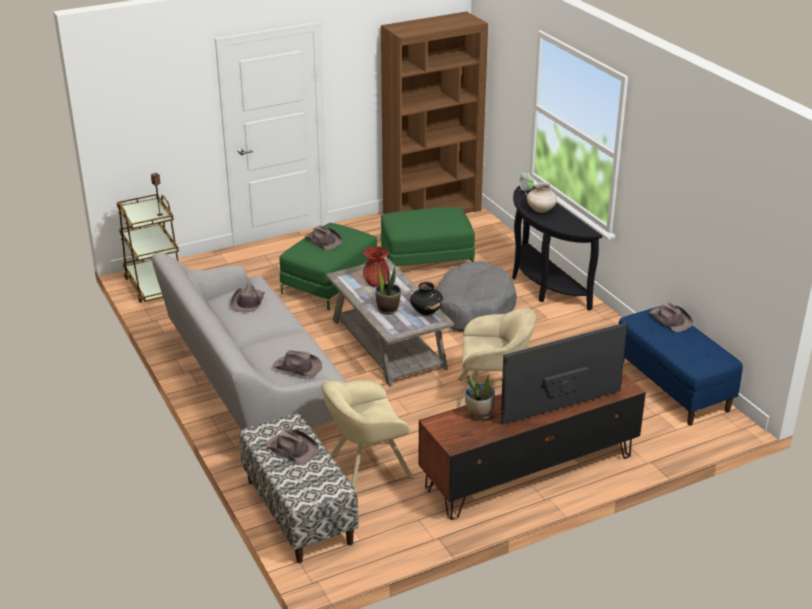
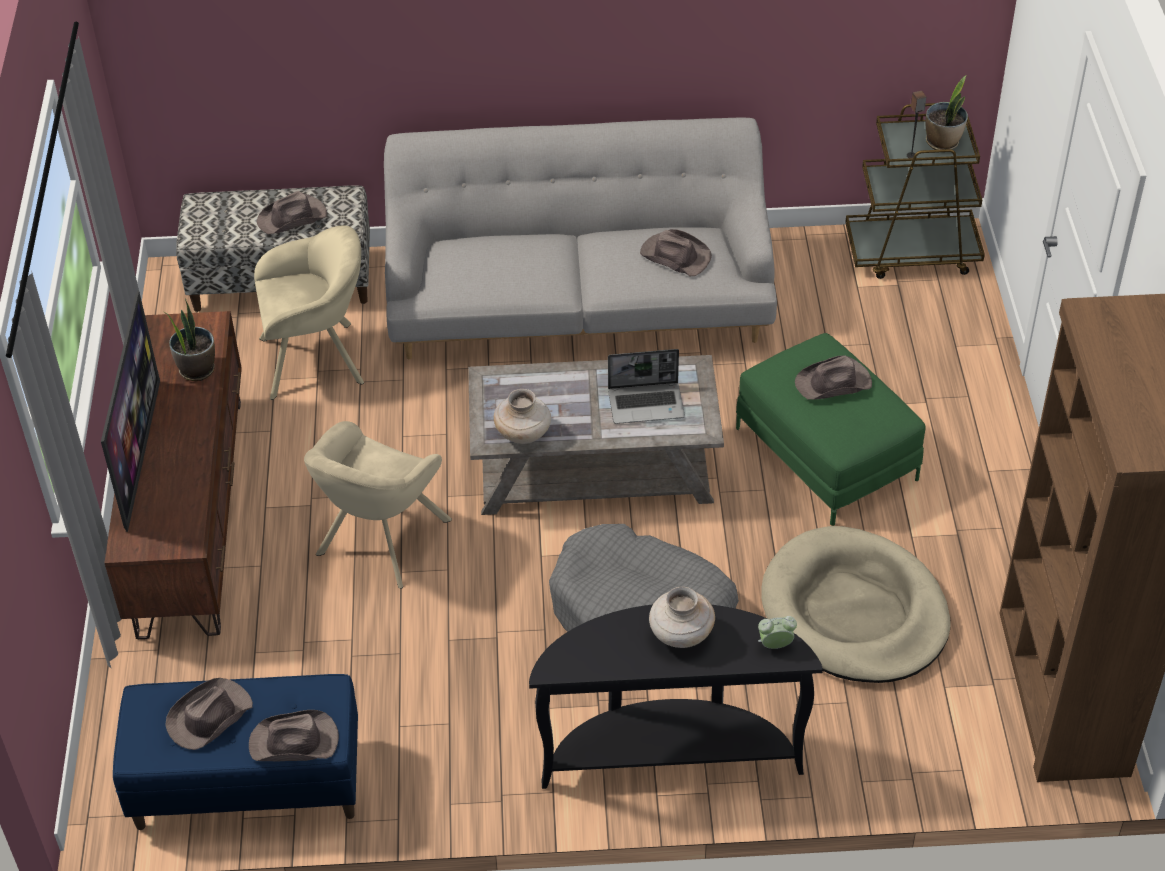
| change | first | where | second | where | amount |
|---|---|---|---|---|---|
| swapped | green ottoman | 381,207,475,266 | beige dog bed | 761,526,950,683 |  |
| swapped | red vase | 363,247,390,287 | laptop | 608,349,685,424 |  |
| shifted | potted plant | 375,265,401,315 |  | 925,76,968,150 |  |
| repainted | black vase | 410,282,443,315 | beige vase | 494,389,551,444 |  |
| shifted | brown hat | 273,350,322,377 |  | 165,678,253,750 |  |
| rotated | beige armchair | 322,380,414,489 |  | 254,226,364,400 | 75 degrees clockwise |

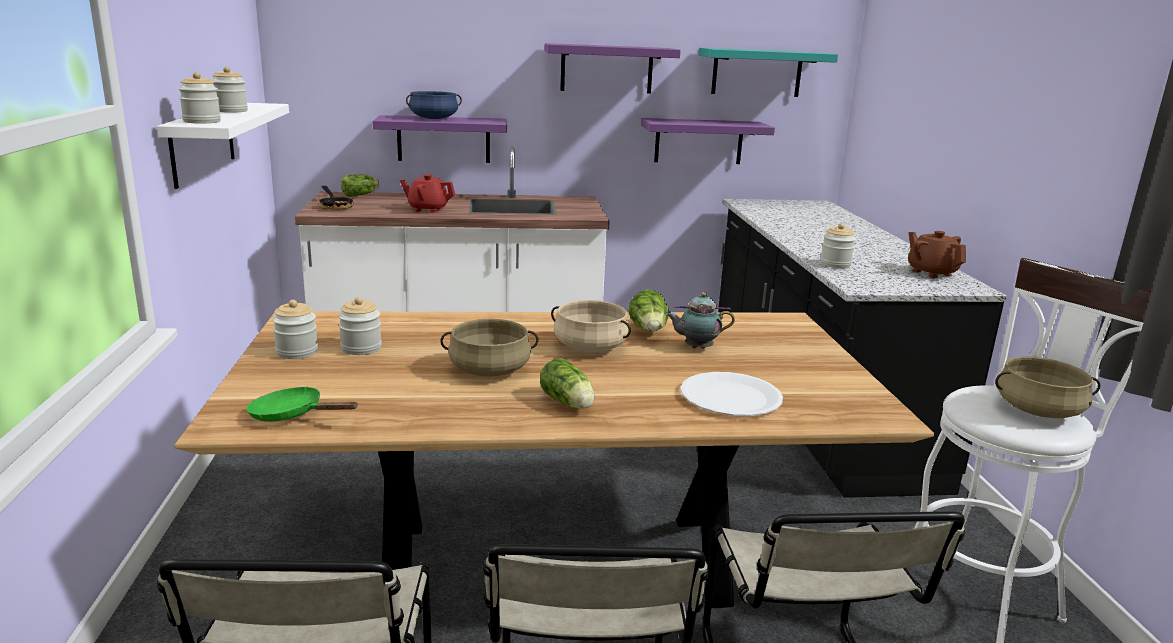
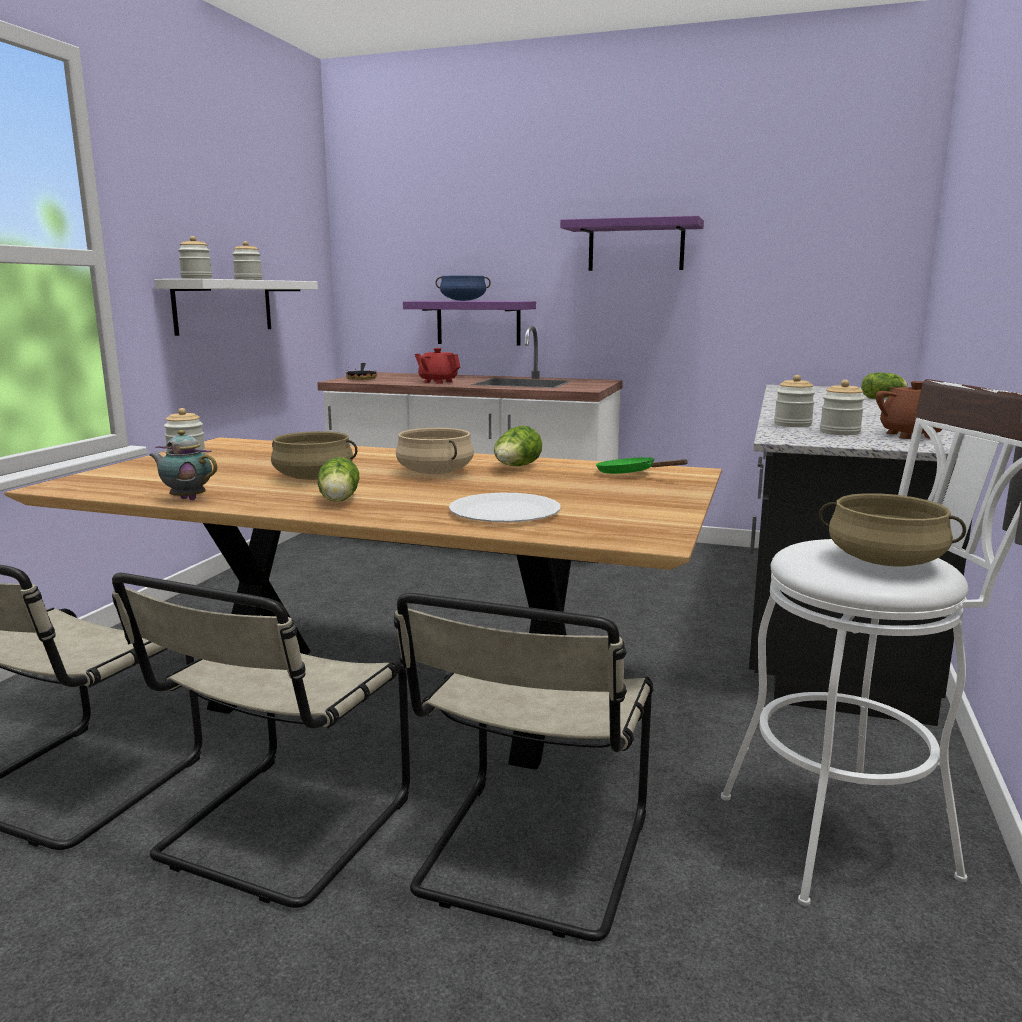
| change | first | where | second | where | amount |
|---|---|---|---|---|---|
| gone | turquoise shelf | 699,48,838,97 |  |  |  |
| gone | purple shelf | 641,118,775,164 |  |  |  |
| shifted | lettuce | 341,174,380,197 |  | 861,373,907,399 |  |
| shifted | teapot | 665,292,735,349 |  | 149,430,217,500 |  |
| shifted | jar | 338,297,382,355 |  | 820,380,865,435 |  |
| shifted | green frying pan | 247,387,358,422 |  | 596,457,687,474 |  |

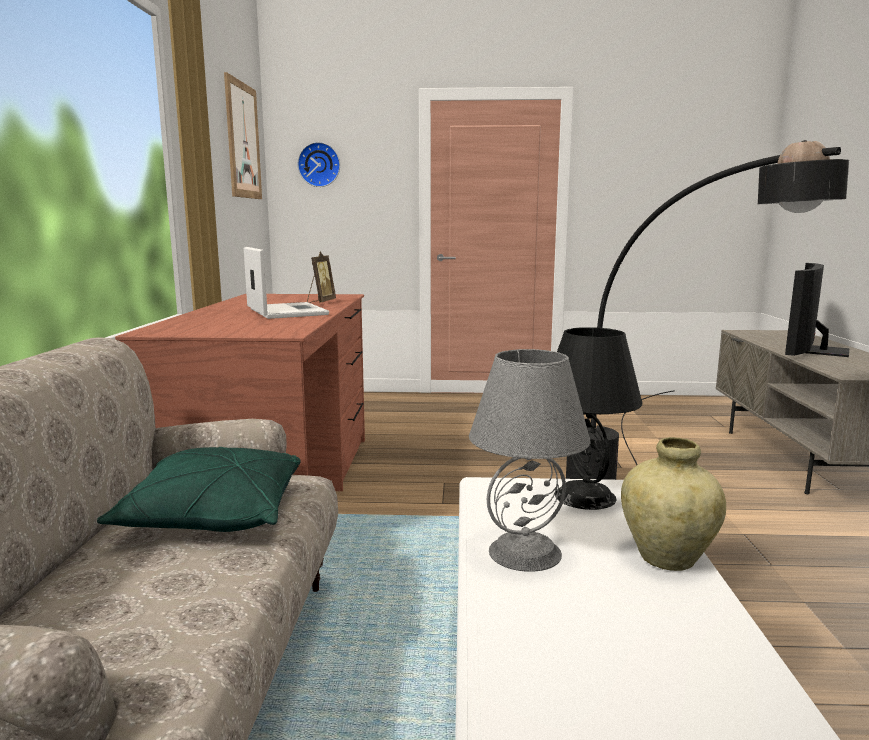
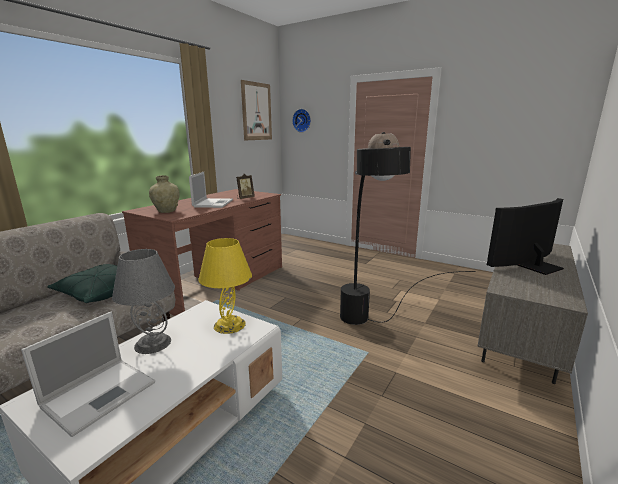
| change | first | where | second | where | amount |
|---|---|---|---|---|---|
| repainted | black table lamp | 555,327,643,510 | yellow table lamp | 199,238,252,334 |  |
| shifted | beige vase | 621,437,726,571 |  | 149,175,180,213 |  |
| new |  |  | laptop | 21,312,155,437 |  |

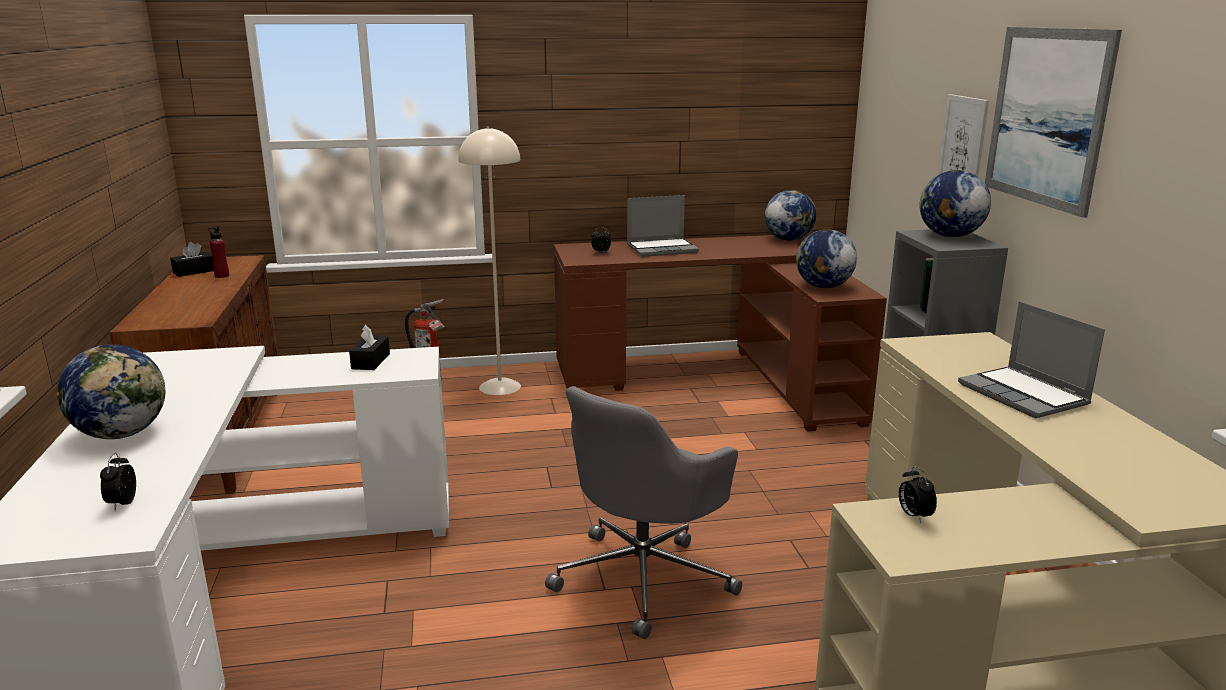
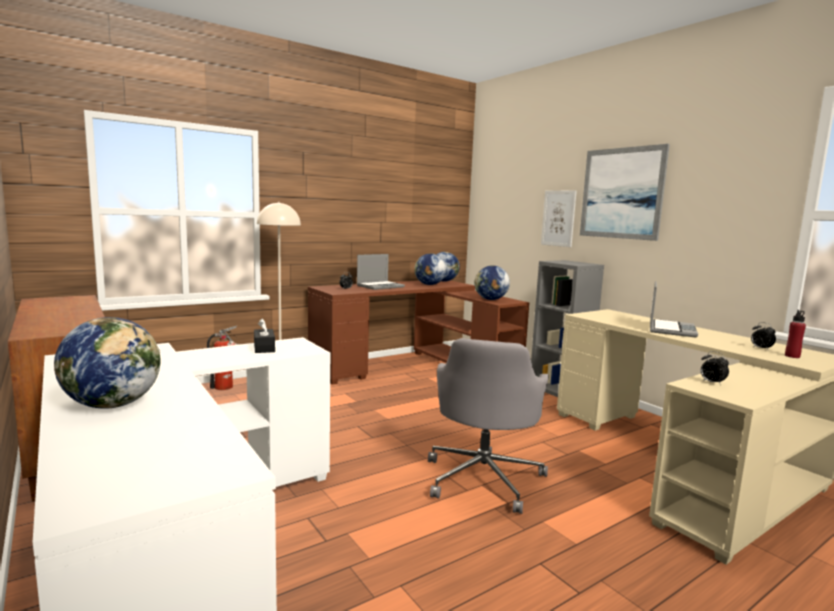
| change | first | where | second | where | amount |
|---|---|---|---|---|---|
| shifted | globe | 920,170,991,237 |  | 415,253,446,285 |  |
| shifted | red bottle | 208,226,229,278 |  | 785,310,806,358 |  |
| gone | black tissue box | 170,242,214,277 |  |  |  |
| rotated | laptop | 958,301,1105,419 |  | 650,281,698,338 | 105 degrees counterclockwise |
| shifted | alarm clock | 100,453,136,511 |  | 751,322,776,351 |  |

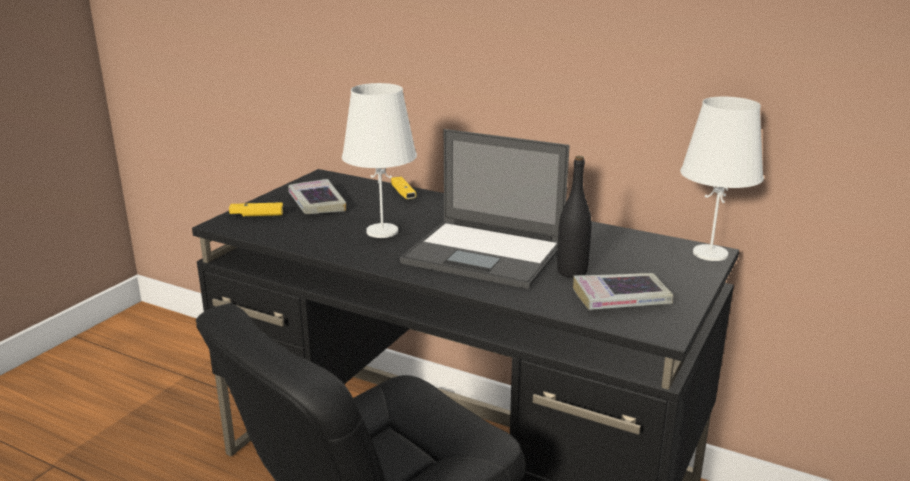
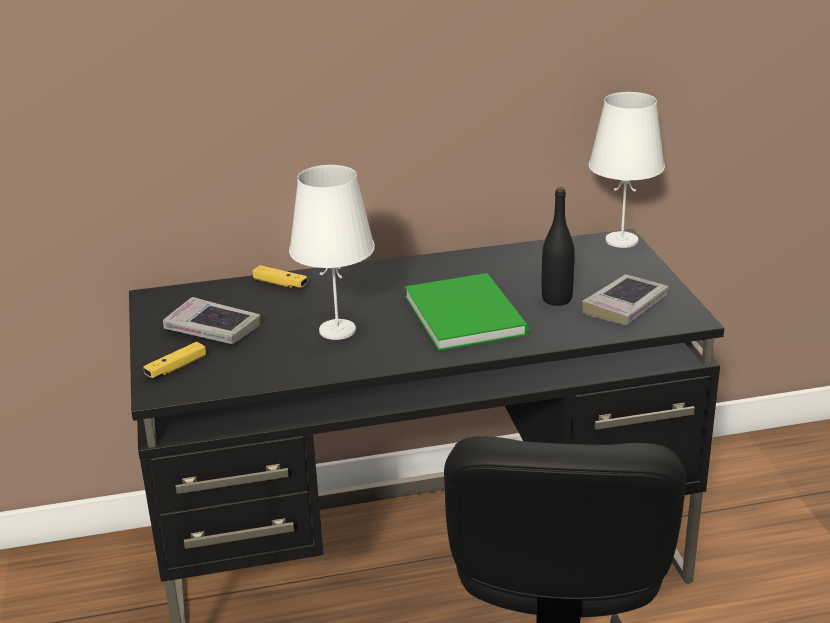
| change | first | where | second | where | amount |
|---|---|---|---|---|---|
| swapped | laptop | 400,129,570,289 | green book | 405,273,529,351 |  |

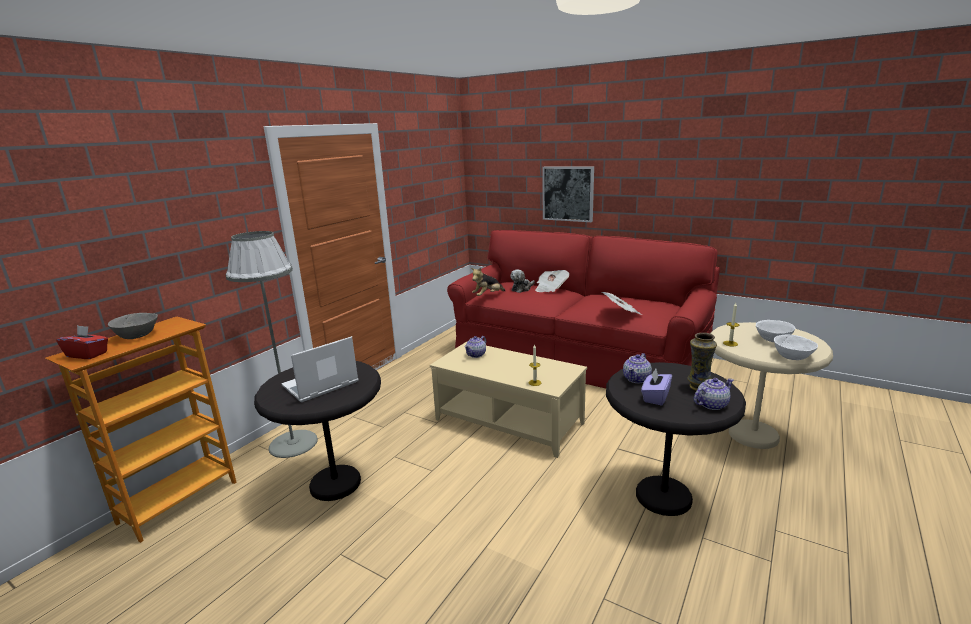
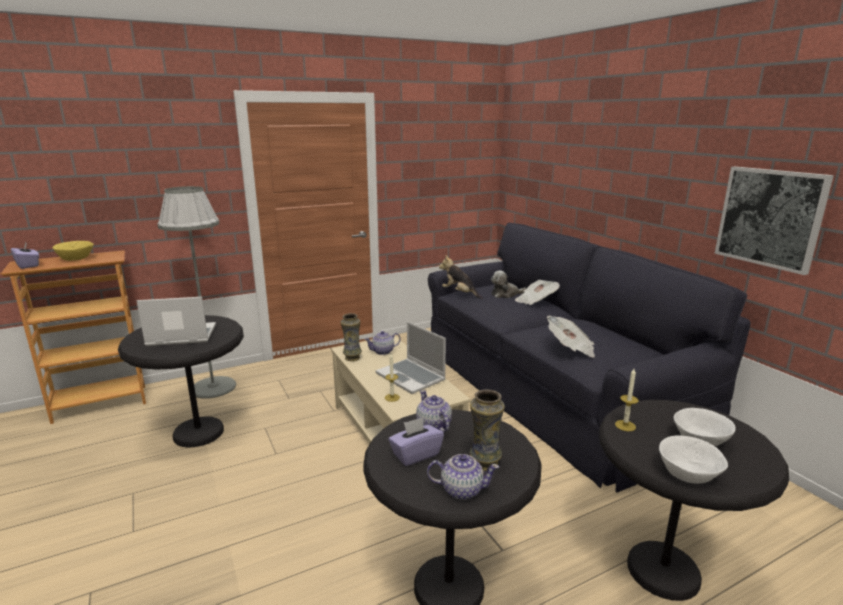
| change | first | where | second | where | amount |
|---|---|---|---|---|---|
| shifted | picture | 542,166,594,222 |  | 714,167,834,275 |  |
| repainted | red sofa | 447,230,720,388 | black sofa | 428,223,751,493 |  |
| rotated | plush toy | 471,268,506,296 |  | 439,255,483,299 | 45 degrees clockwise |
| repainted | grey bowl | 108,313,158,339 | yellow bowl | 52,241,94,261 |  |
| repainted | beige side table | 710,322,833,449 | black side table | 599,400,789,601 |  |
| repainted | red tissue box | 56,325,108,359 | purple tissue box | 11,242,39,269 |  |
| rotated | teapot | 623,353,652,383 |  | 416,390,452,433 | 90 degrees clockwise |
| new |  |  | vase | 340,313,362,361 |  |
| new |  |  | laptop | 376,321,446,394 |  |

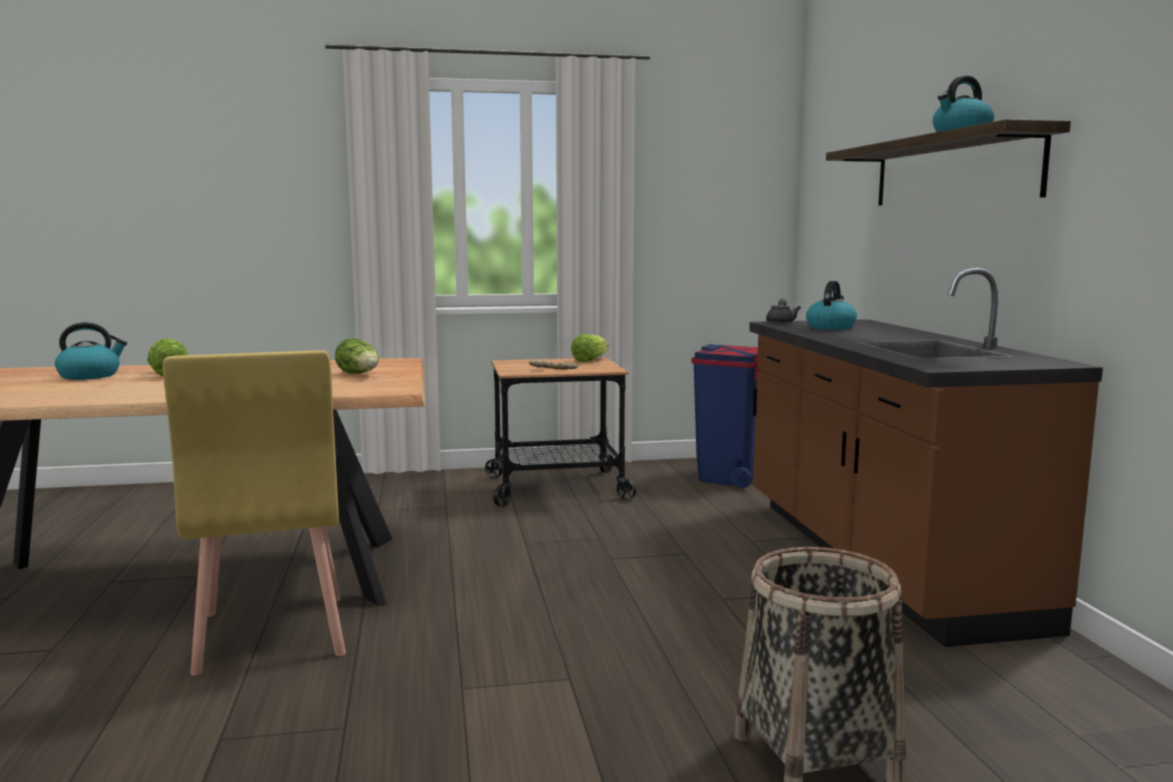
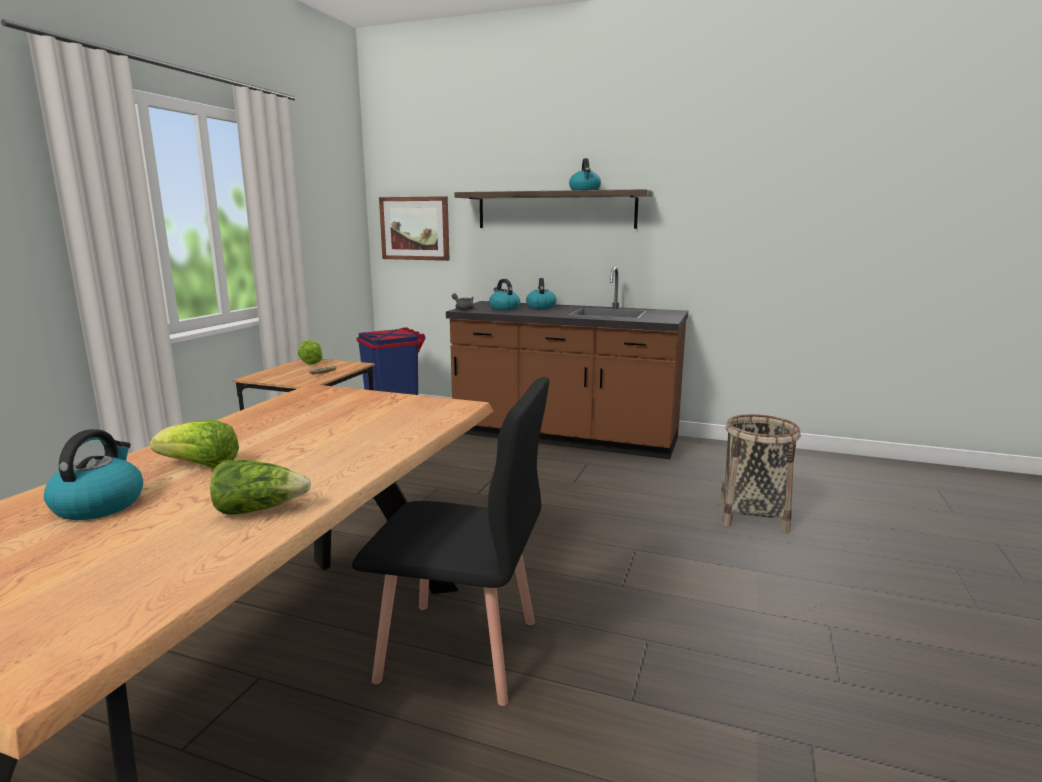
| change | first | where | second | where | amount |
|---|---|---|---|---|---|
| shifted | lettuce | 335,338,379,374 |  | 210,460,311,515 |  |
| repainted | yellow chair | 163,350,346,676 | black chair | 352,377,549,706 |  |
| new |  |  | picture | 379,196,450,261 |  |
| new |  |  | kettle | 526,278,557,309 |  |

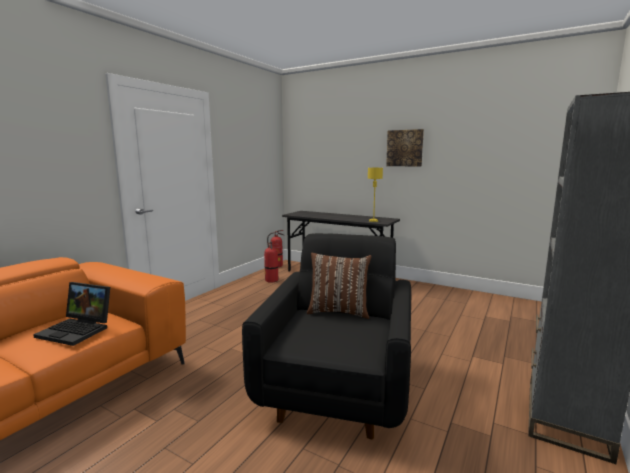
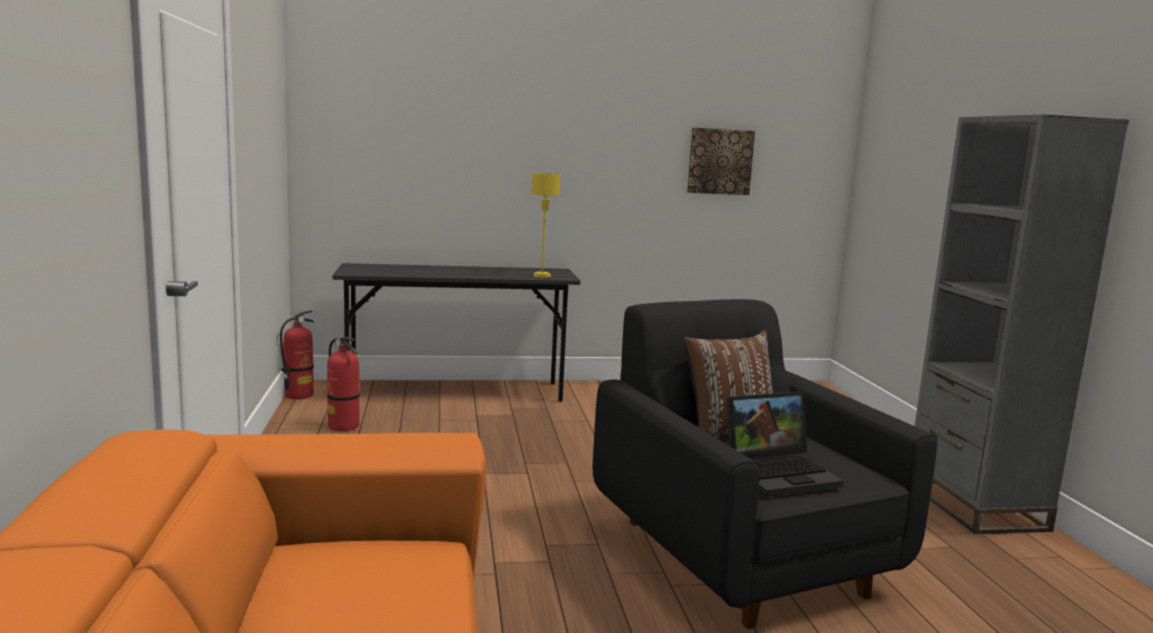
| change | first | where | second | where | amount |
|---|---|---|---|---|---|
| shifted | picture | 386,129,424,167 |  | 687,128,755,195 |  |
| shifted | laptop | 33,282,110,346 |  | 727,391,844,497 |  |

